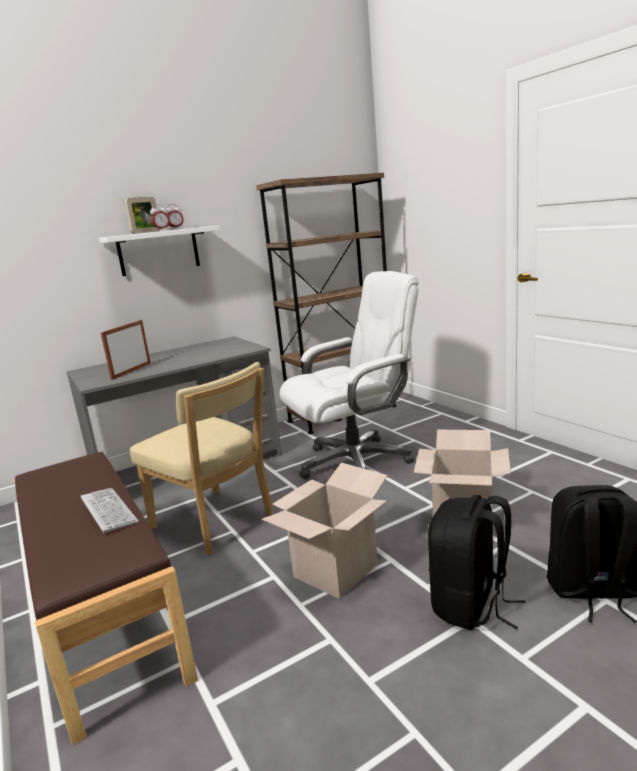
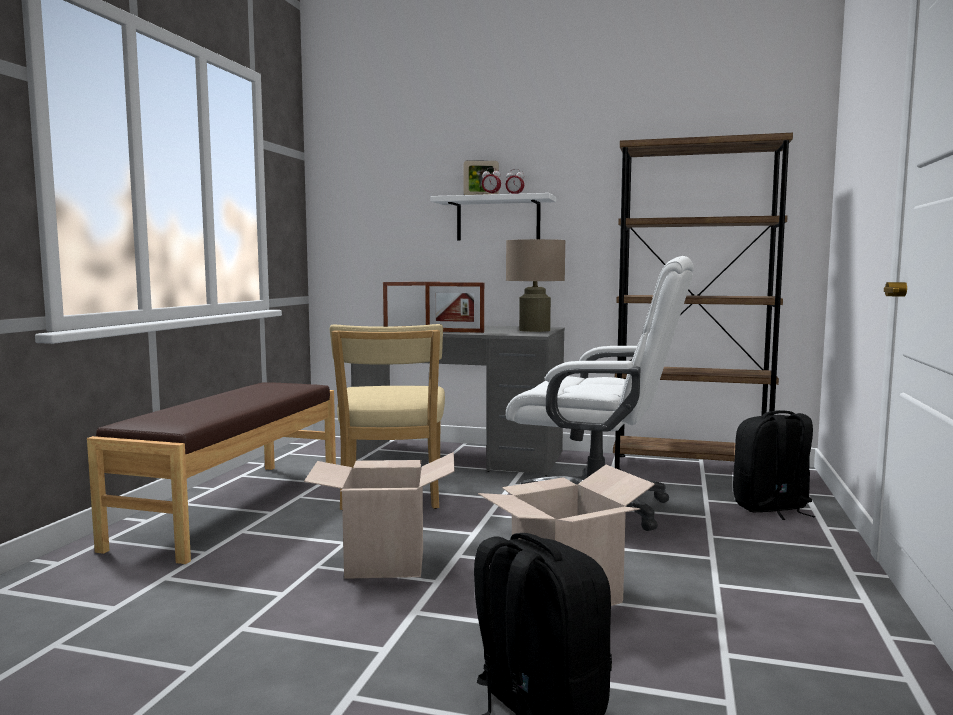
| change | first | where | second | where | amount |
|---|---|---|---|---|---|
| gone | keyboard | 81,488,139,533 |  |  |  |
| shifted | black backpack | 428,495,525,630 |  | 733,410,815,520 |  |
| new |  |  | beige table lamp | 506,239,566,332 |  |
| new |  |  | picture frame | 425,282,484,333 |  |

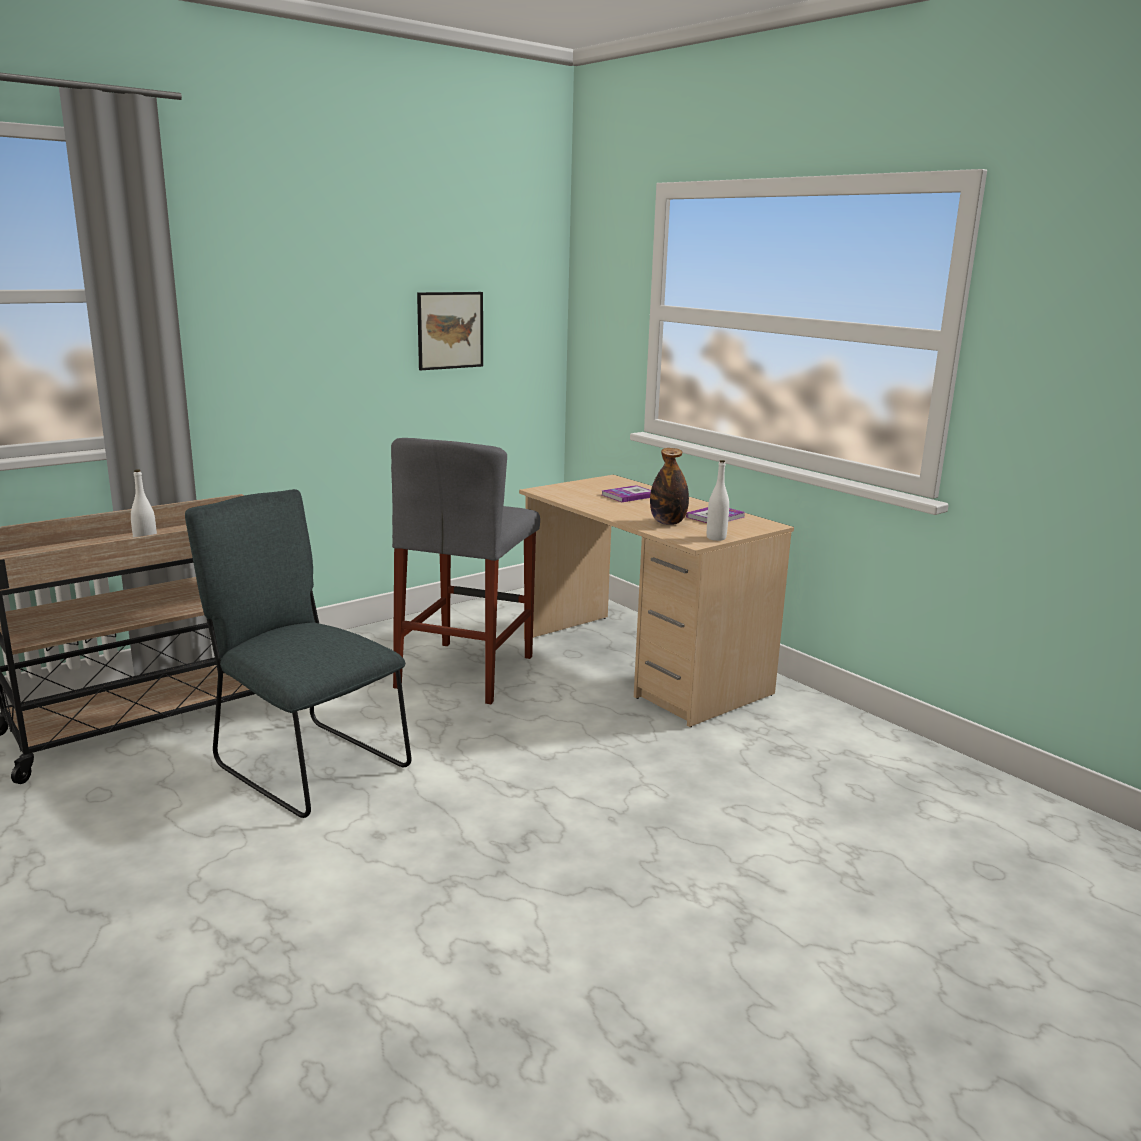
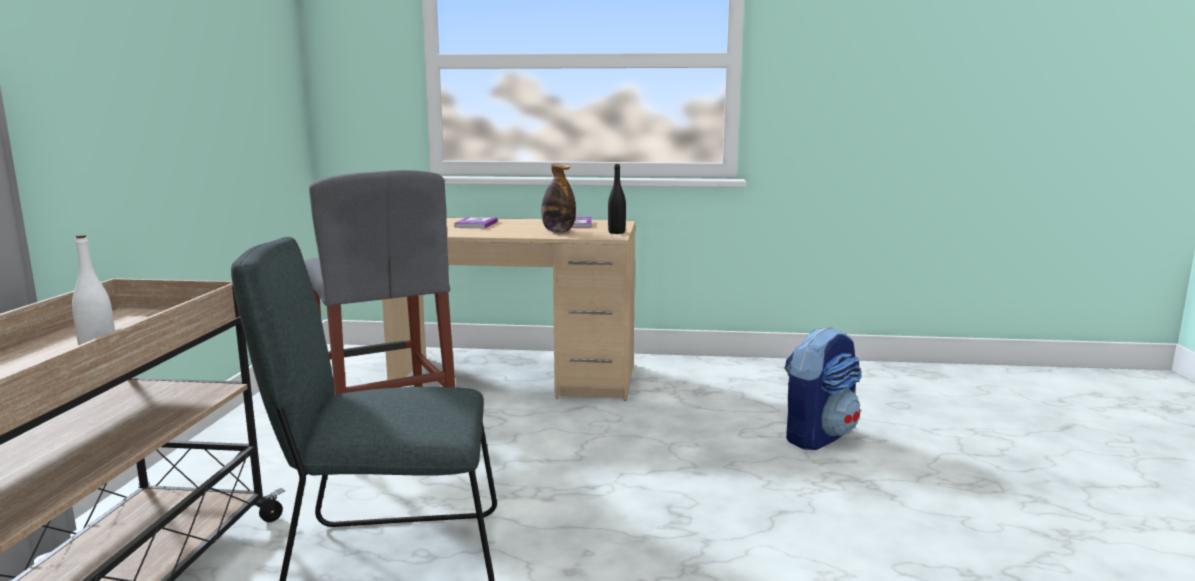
| change | first | where | second | where | amount |
|---|---|---|---|---|---|
| gone | picture | 417,292,483,370 |  |  |  |
| repainted | white bottle | 707,460,729,541 | black bottle | 608,164,626,234 |  |
| new |  |  | backpack | 785,327,862,450 |  |

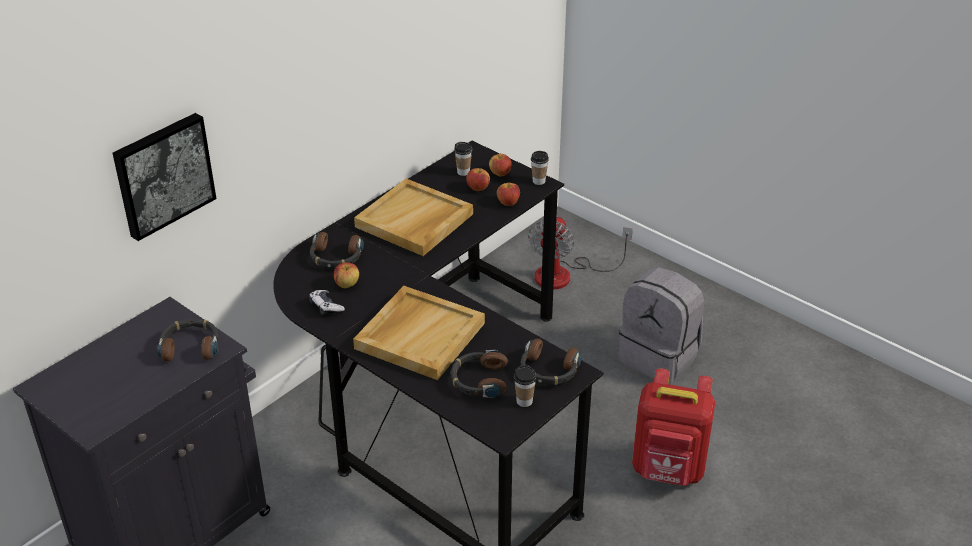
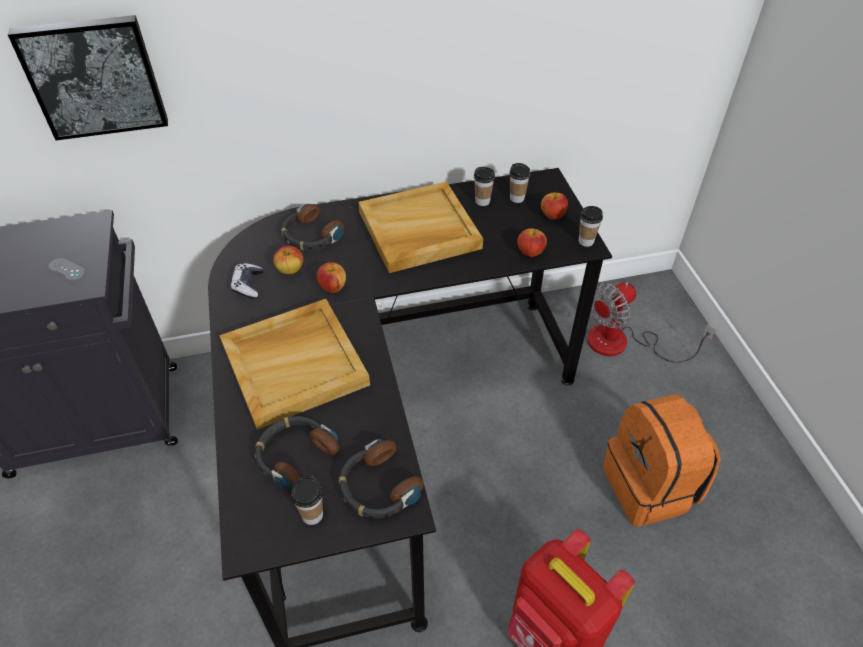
| change | first | where | second | where | amount |
|---|---|---|---|---|---|
| shifted | apple | 466,168,490,191 |  | 316,262,346,293 |  |
| repainted | grey backpack | 618,267,704,385 | orange backpack | 603,394,721,527 |  |
| swapped | headphones | 157,319,219,362 | grey game controller | 48,258,85,281 |  |
| new |  |  | cup | 474,167,495,206 |  |

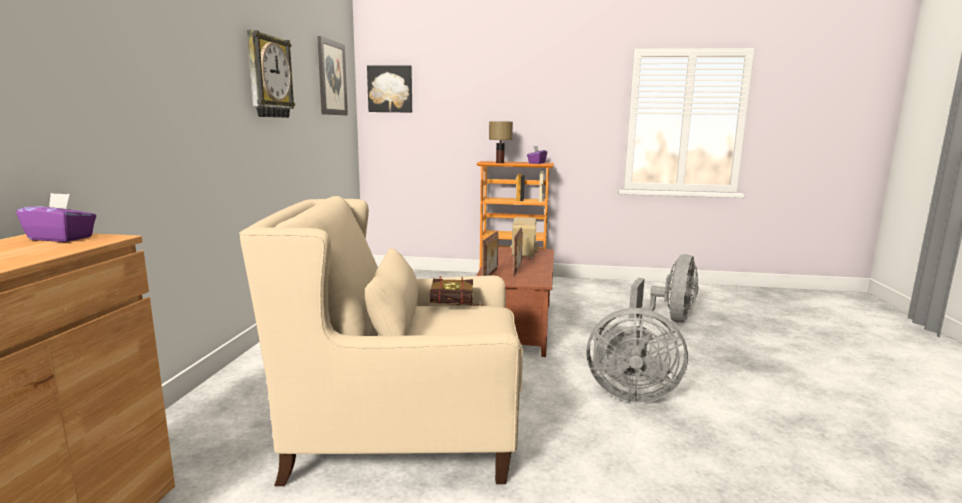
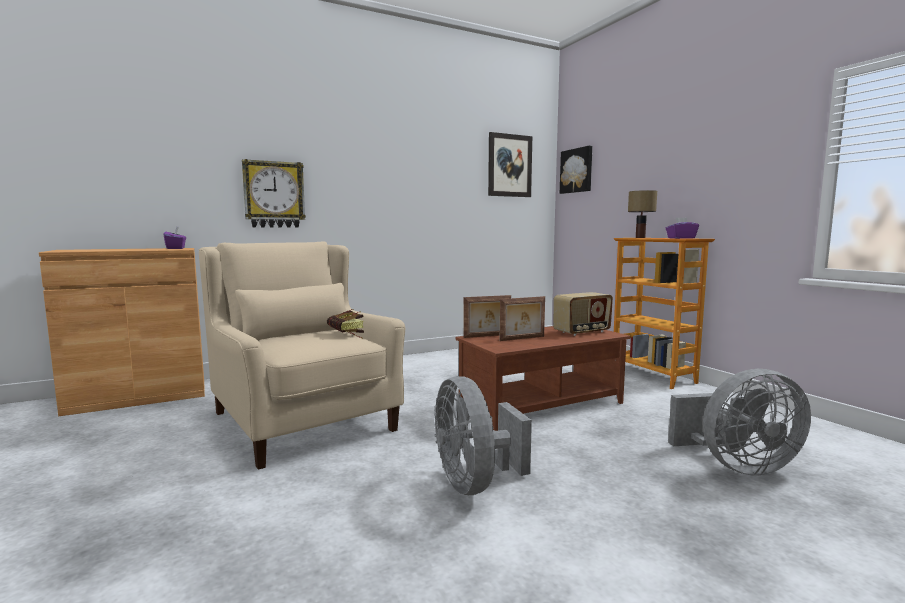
| change | first | where | second | where | amount |
|---|---|---|---|---|---|
| shifted | wall clock | 247,30,295,118 |  | 242,159,306,228 |  |

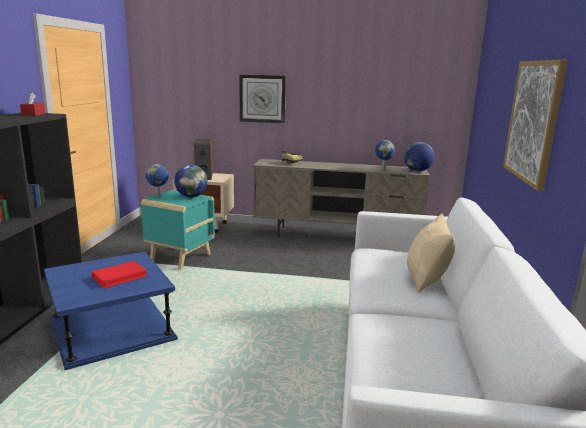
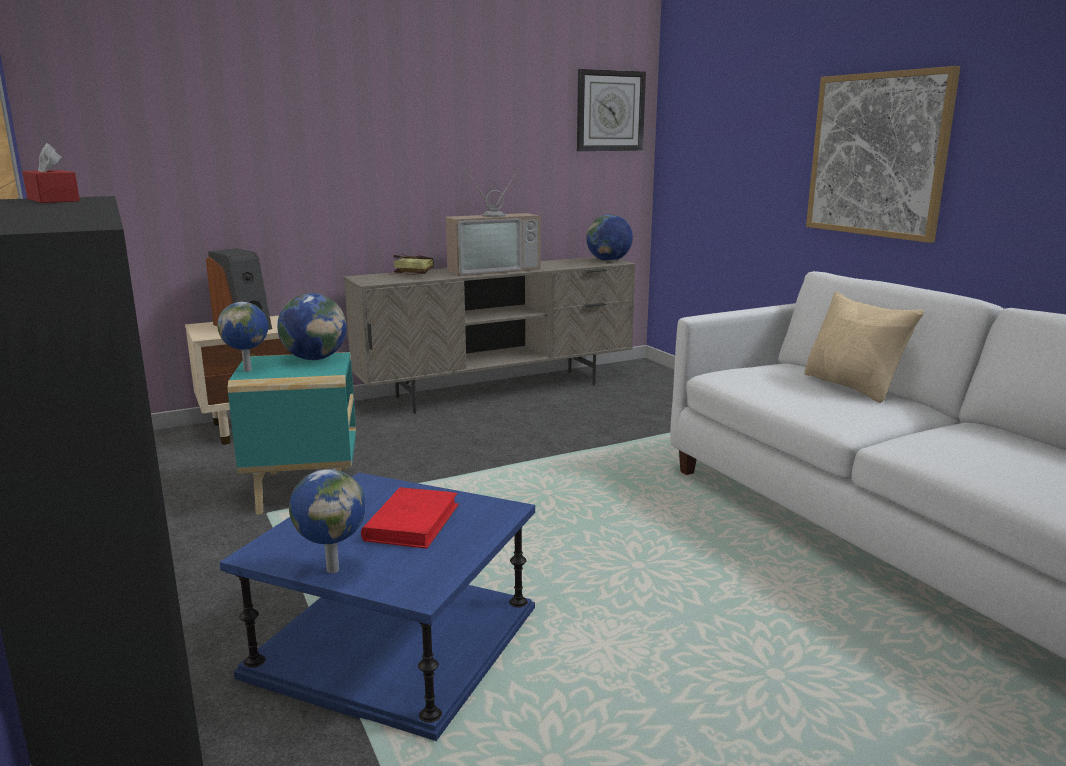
| change | first | where | second | where | amount |
|---|---|---|---|---|---|
| shifted | wall clock | 239,74,286,123 |  | 577,69,646,151 |  |
| shifted | globe | 375,140,395,169 |  | 289,469,365,573 |  |
| new |  |  | television | 446,169,541,276 |  |

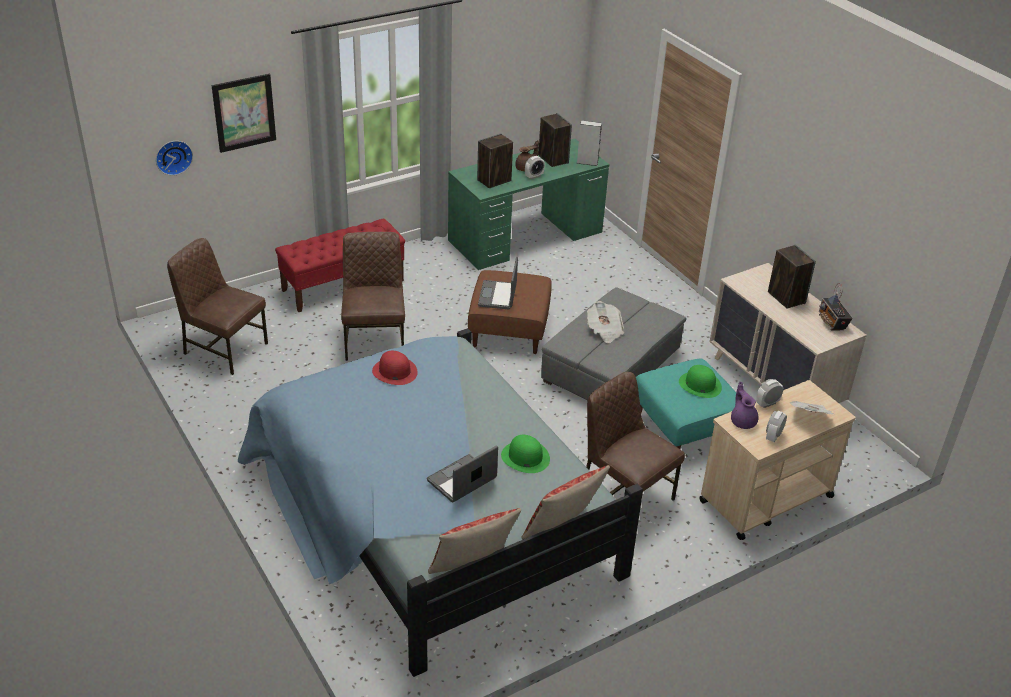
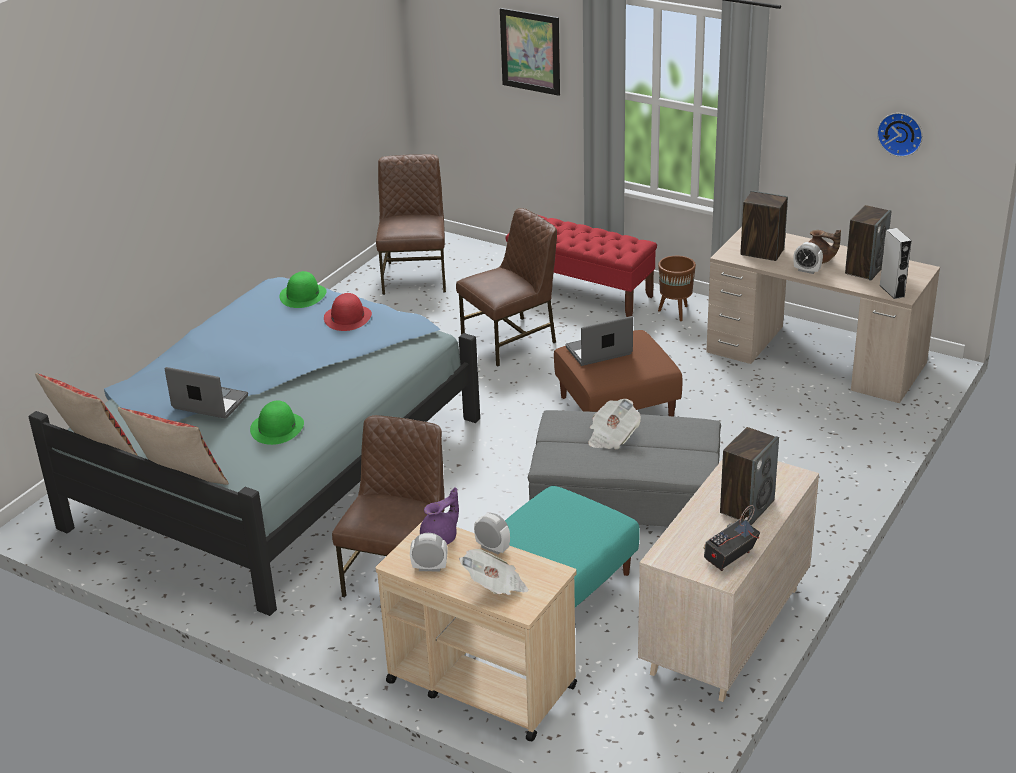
| change | first | where | second | where | amount |
|---|---|---|---|---|---|
| repainted | green desk | 448,139,609,270 | beige desk | 706,227,940,403 |  |
| shifted | wall clock | 156,141,193,176 |  | 877,113,923,157 |  |
| shifted | green hat | 679,365,722,398 |  | 279,271,327,308 |  |
| new |  |  | brown planter | 658,256,696,321 |  |

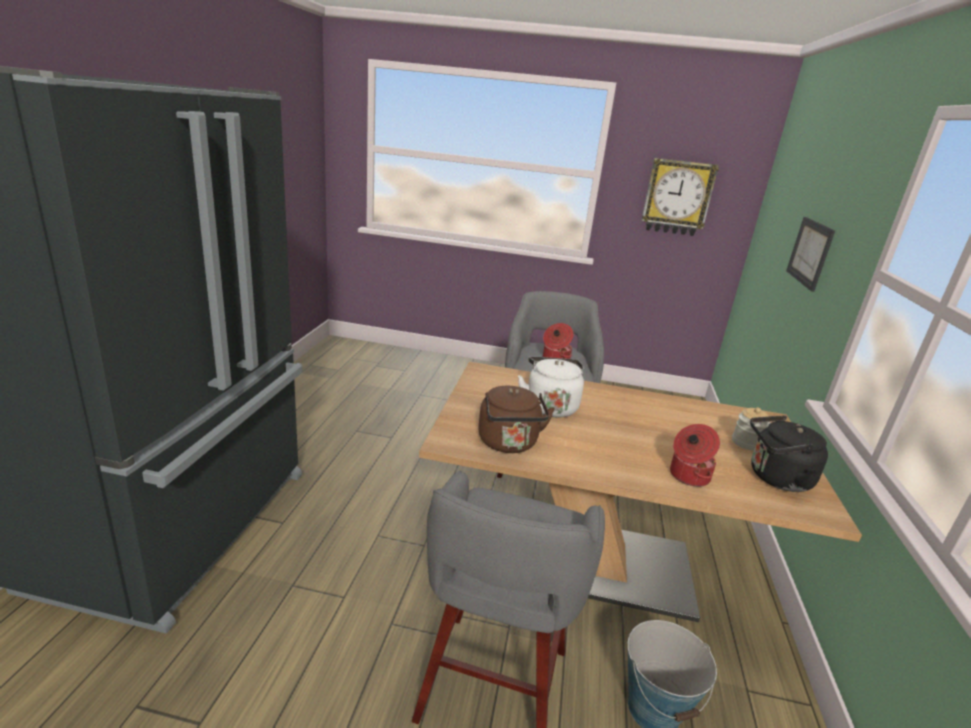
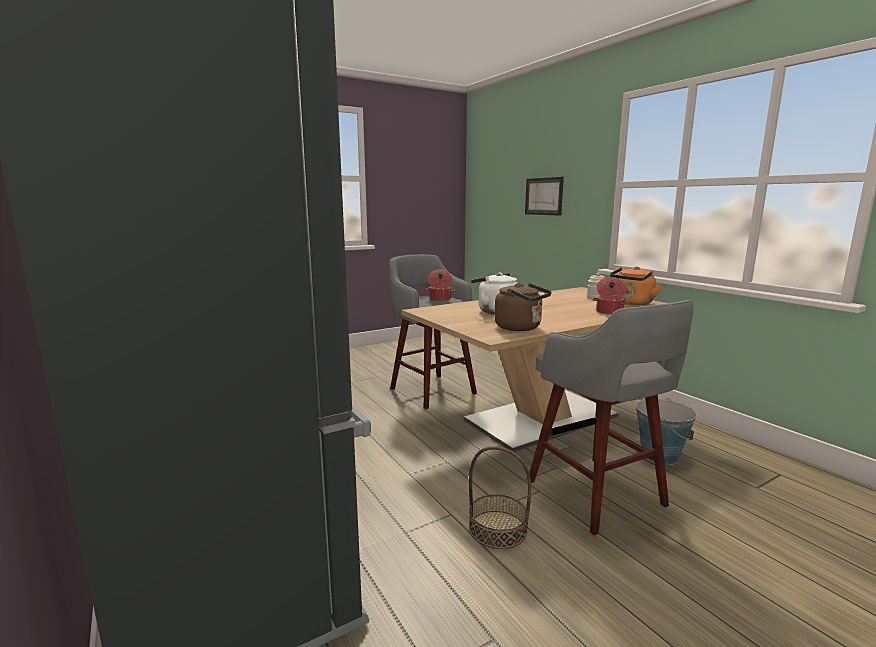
| change | first | where | second | where | amount |
|---|---|---|---|---|---|
| gone | wall clock | 641,158,719,236 |  |  |  |
| repainted | black kettle | 750,415,828,492 | orange kettle | 610,267,663,305 |  |
| new |  |  | basket | 469,446,531,549 |  |

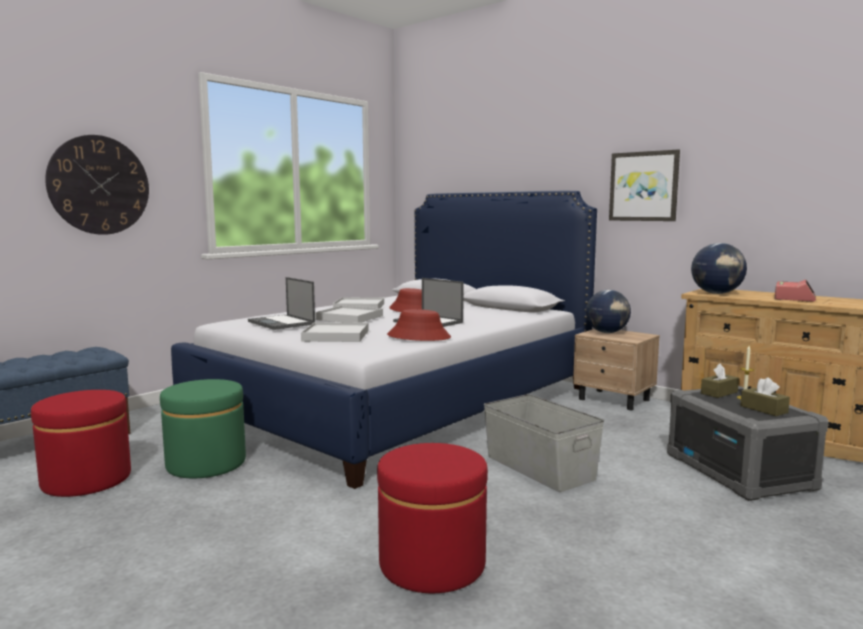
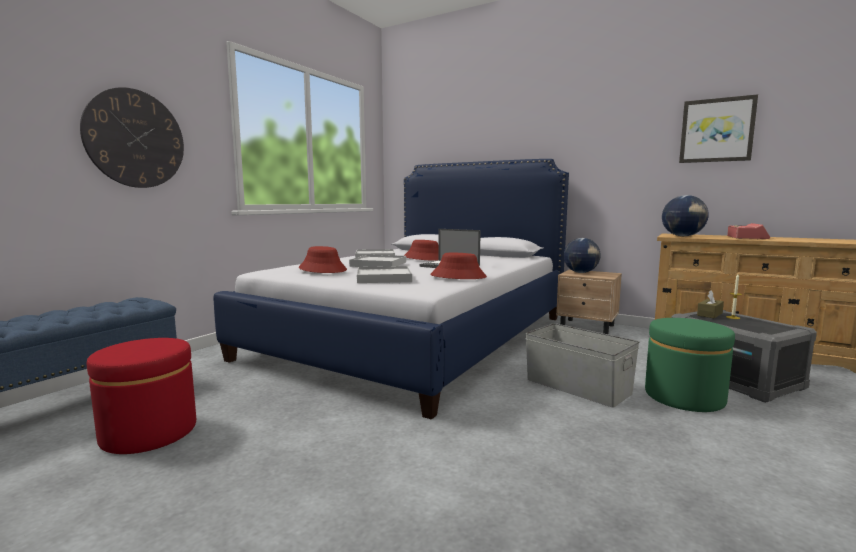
| change | first | where | second | where | amount |
|---|---|---|---|---|---|
| shifted | picture | 609,149,680,221 |  | 679,94,758,163 |  |
| swapped | laptop | 248,277,315,330 | red hat | 299,246,347,273 |  |
| gone | brown tissue box | 740,377,790,416 |  |  |  |
| shifted | green ottoman | 160,379,246,478 |  | 645,318,735,412 |  |
| gone | red ottoman | 377,443,488,593 |  |  |  |

